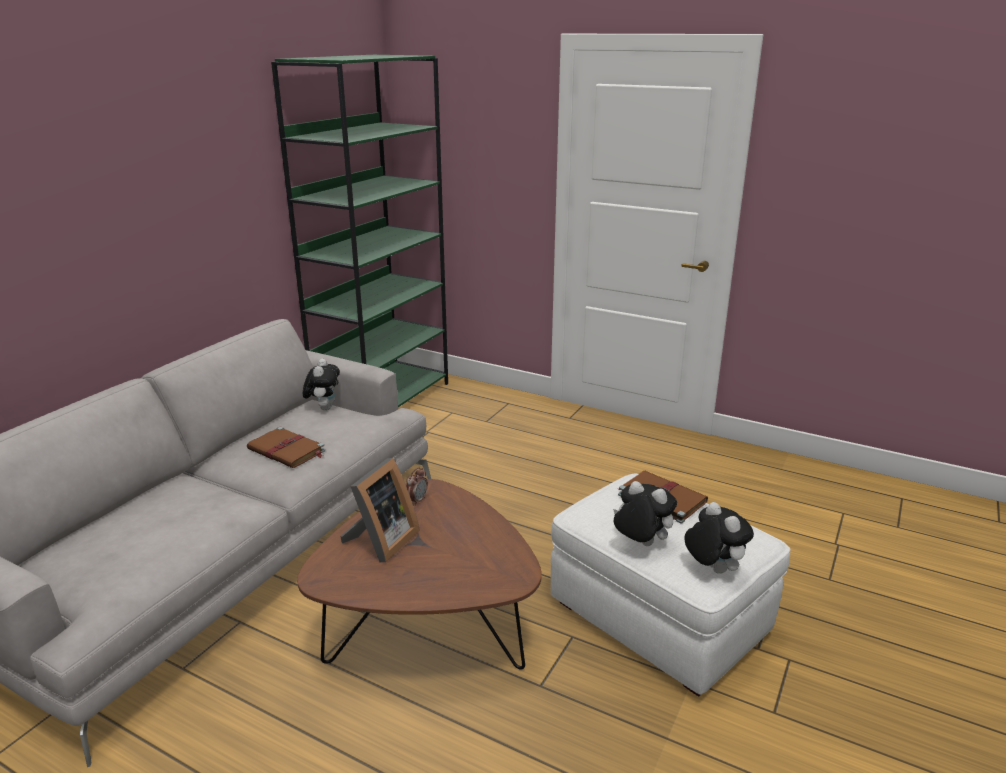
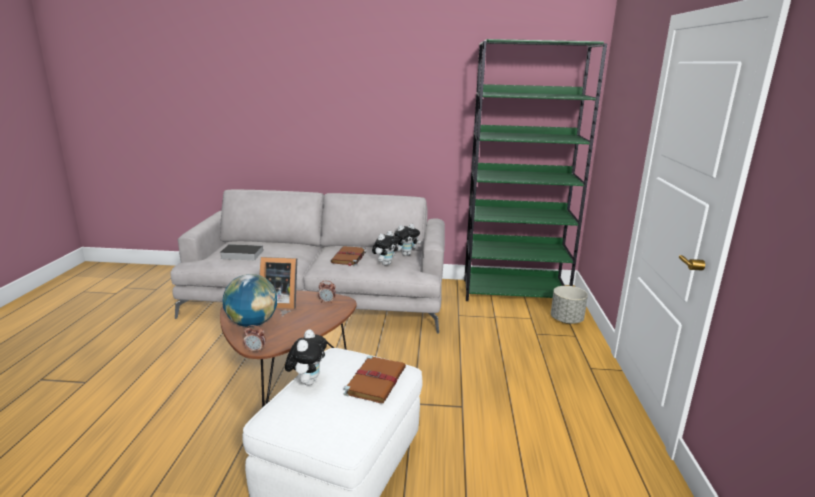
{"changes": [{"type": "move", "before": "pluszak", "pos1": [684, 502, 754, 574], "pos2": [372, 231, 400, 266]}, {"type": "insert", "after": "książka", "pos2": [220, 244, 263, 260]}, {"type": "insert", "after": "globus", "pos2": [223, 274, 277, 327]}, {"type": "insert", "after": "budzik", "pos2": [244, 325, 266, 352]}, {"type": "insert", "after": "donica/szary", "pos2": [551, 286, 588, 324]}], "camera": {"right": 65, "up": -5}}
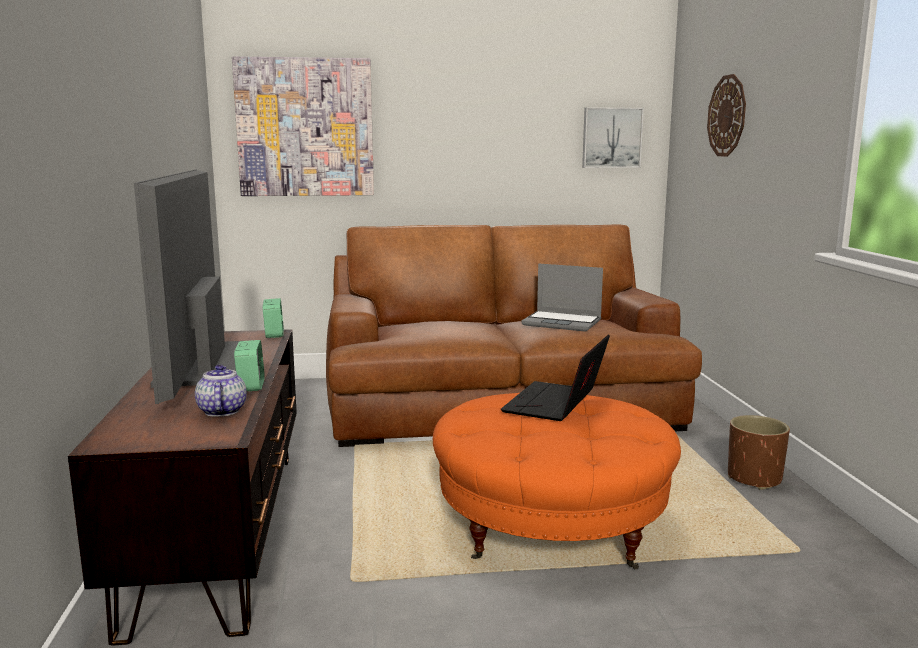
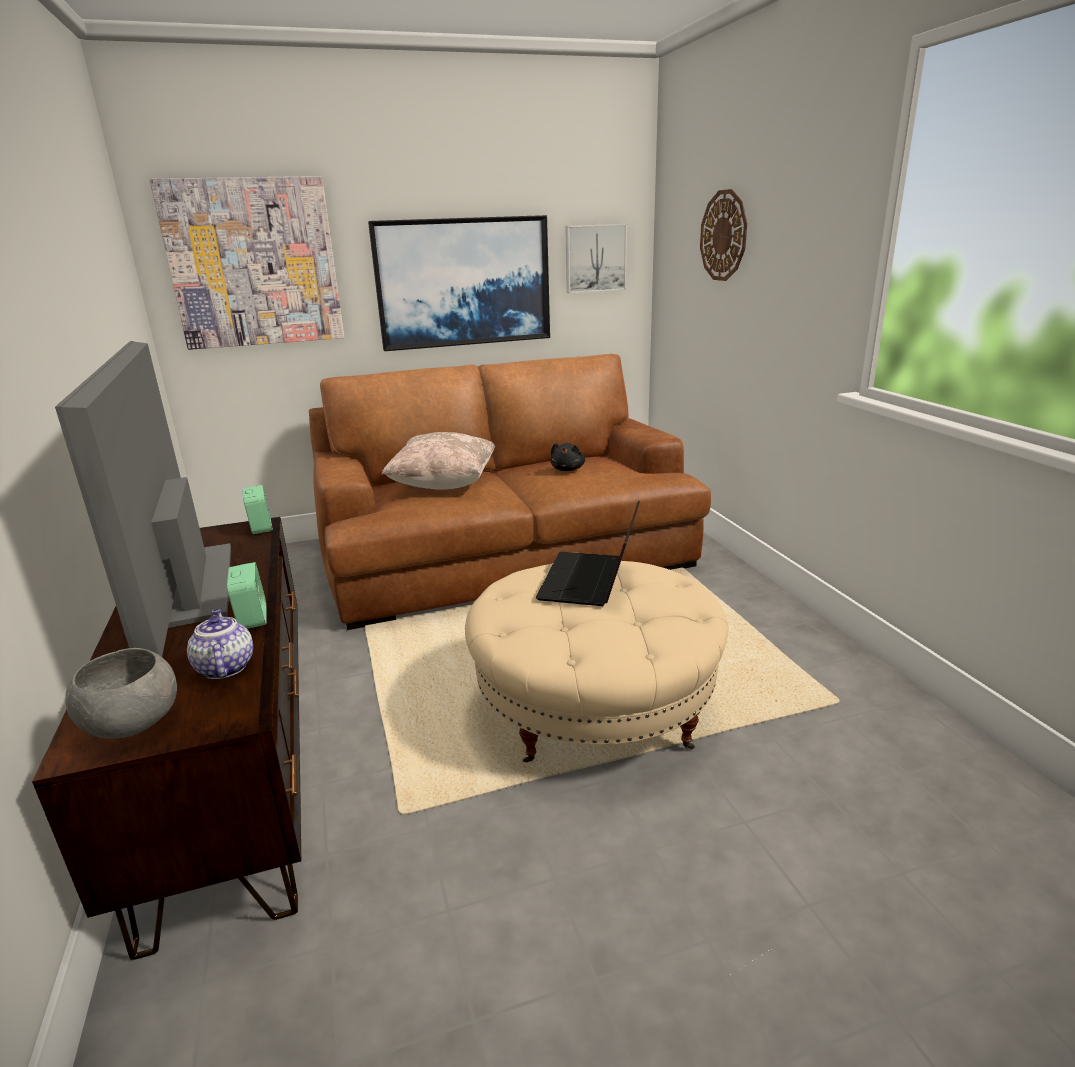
{"changes": [{"type": "recolor", "before": "pufa/pomarańczowy", "after": "pufa/beżowy", "pos1": [433, 393, 681, 570], "pos2": [465, 561, 729, 762]}, {"type": "replace", "before": "laptop", "after": "pluszak/czarny", "pos1": [521, 264, 603, 332], "pos2": [550, 443, 585, 471]}, {"type": "delete", "before": "donica/brązowy", "pos1": [728, 415, 790, 490]}, {"type": "insert", "after": "miska/szary", "pos2": [65, 648, 177, 739]}, {"type": "insert", "after": "obraz", "pos2": [368, 215, 550, 351]}, {"type": "insert", "after": "poduszka/beżowy", "pos2": [382, 432, 495, 490]}], "camera": {"right": -10, "up": 10}}
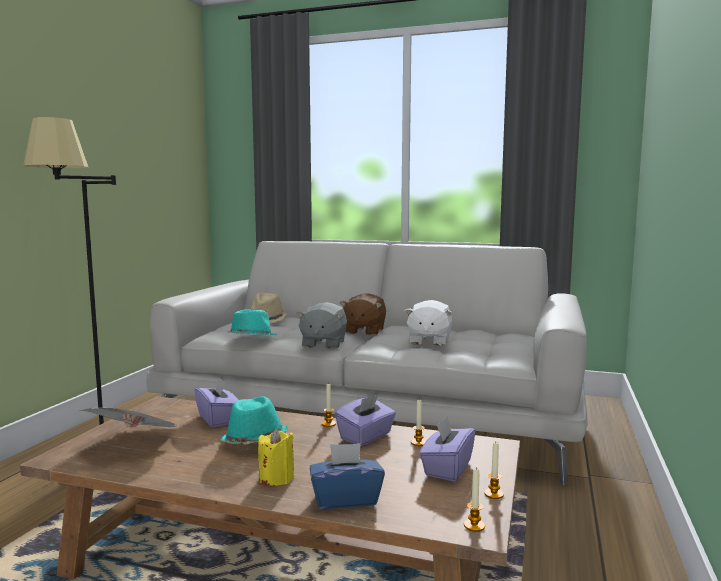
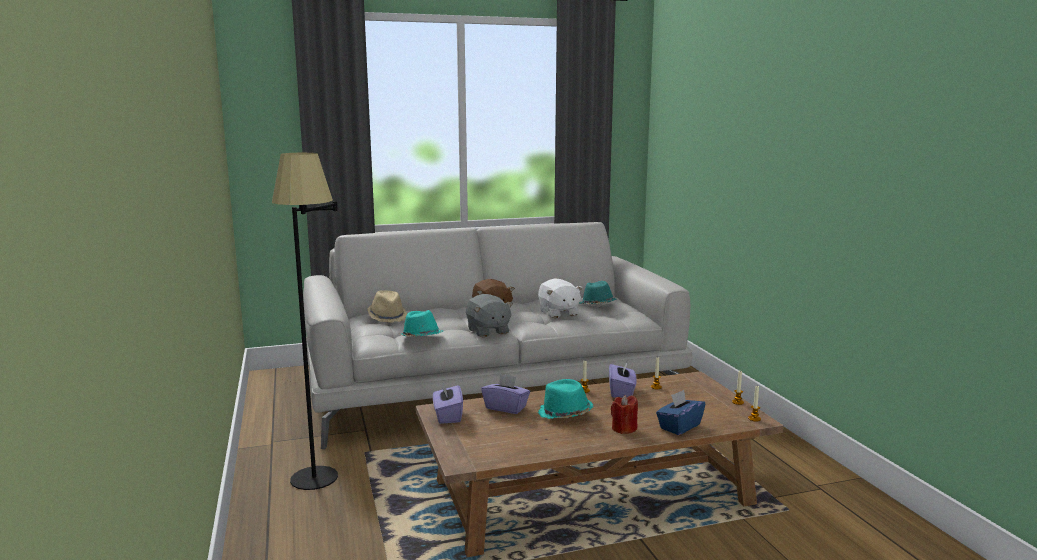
{"changes": [{"type": "delete", "before": "gazeta", "pos1": [79, 408, 177, 428]}, {"type": "recolor", "before": "świeca/żółty", "after": "świeca/czerwony", "pos1": [258, 428, 294, 486], "pos2": [611, 395, 638, 434]}, {"type": "move", "before": "pudełko chusteczek/fioletowy", "pos1": [419, 416, 475, 481], "pos2": [433, 382, 463, 424]}, {"type": "insert", "after": "kapelusz/turkusowy", "pos2": [579, 281, 616, 304]}], "camera": {"right": -35, "up": 5}}
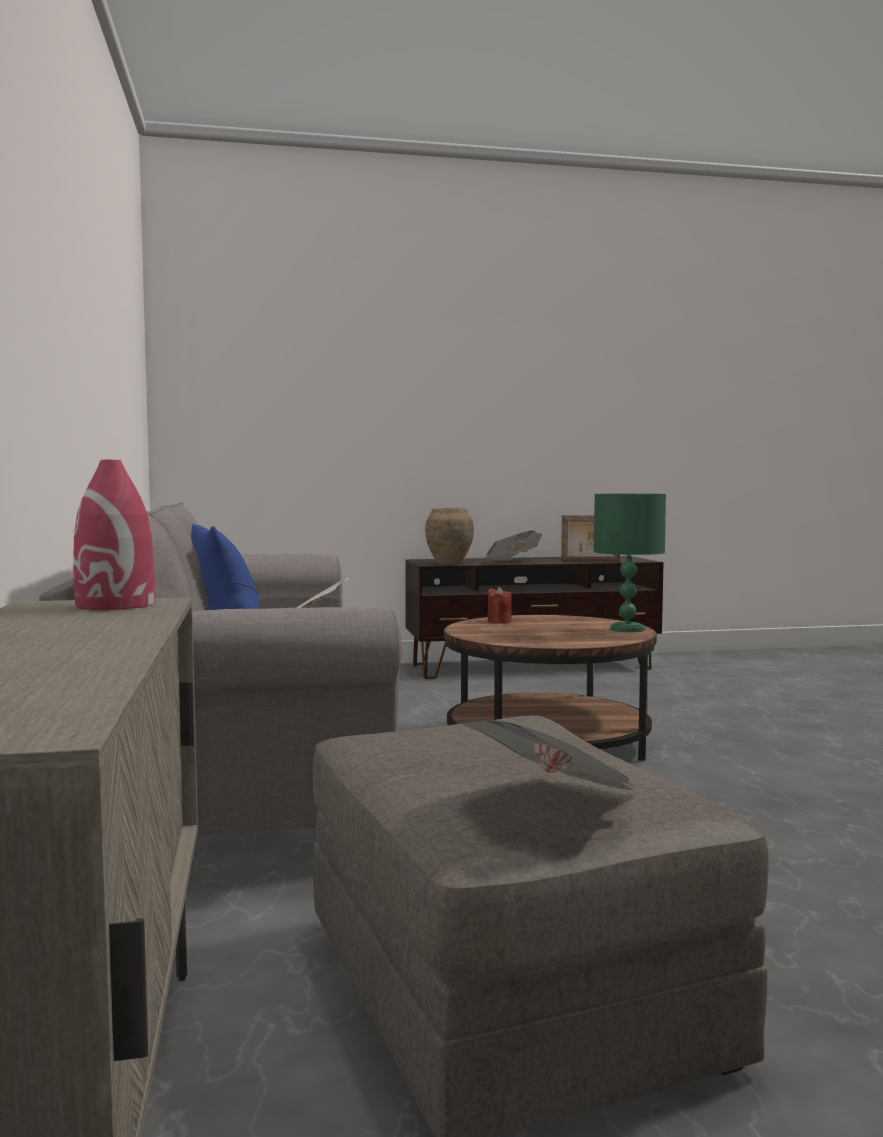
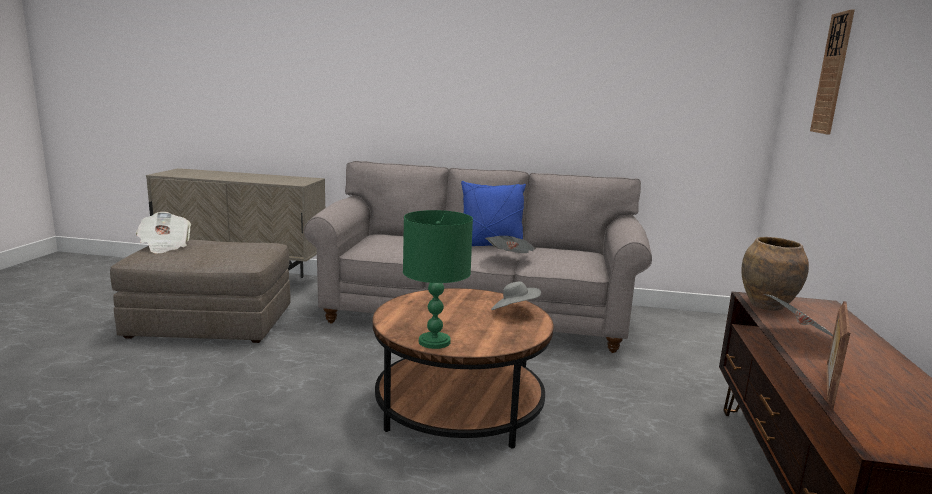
{"changes": [{"type": "delete", "before": "wazon/czerwony", "pos1": [73, 460, 155, 610]}, {"type": "replace", "before": "świeca/czerwony", "after": "kapelusz/szary", "pos1": [488, 587, 512, 624], "pos2": [491, 282, 541, 310]}, {"type": "insert", "after": "zegar ścienny", "pos2": [810, 10, 855, 135]}], "camera": {"right": 110, "up": 10}}
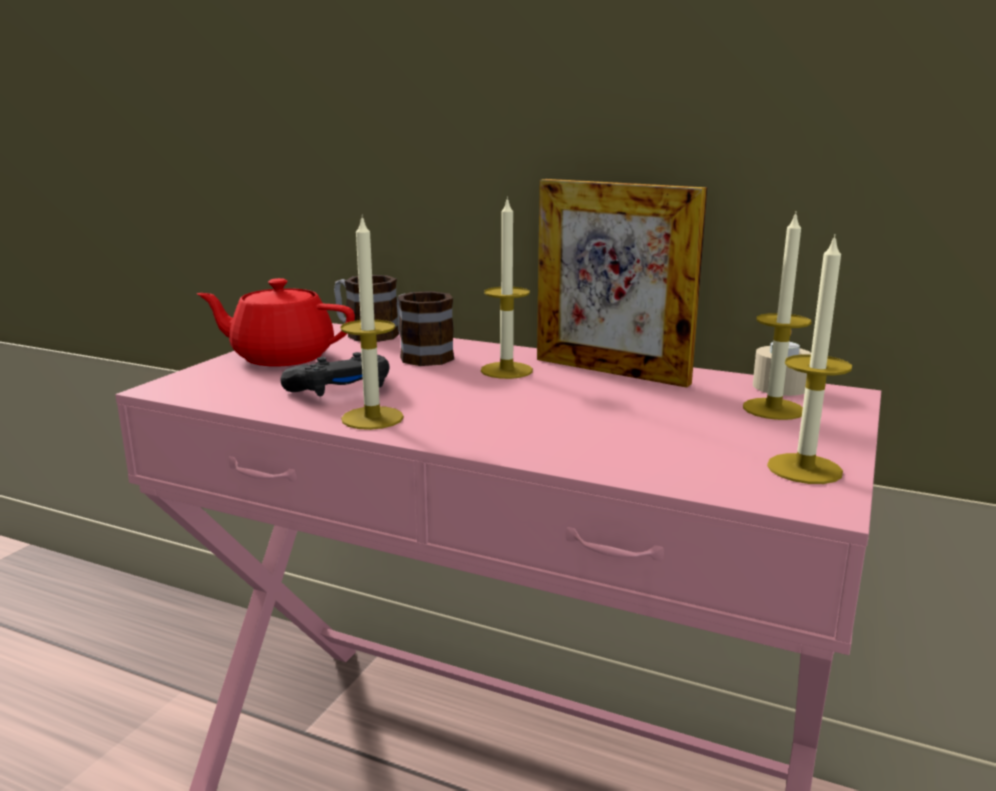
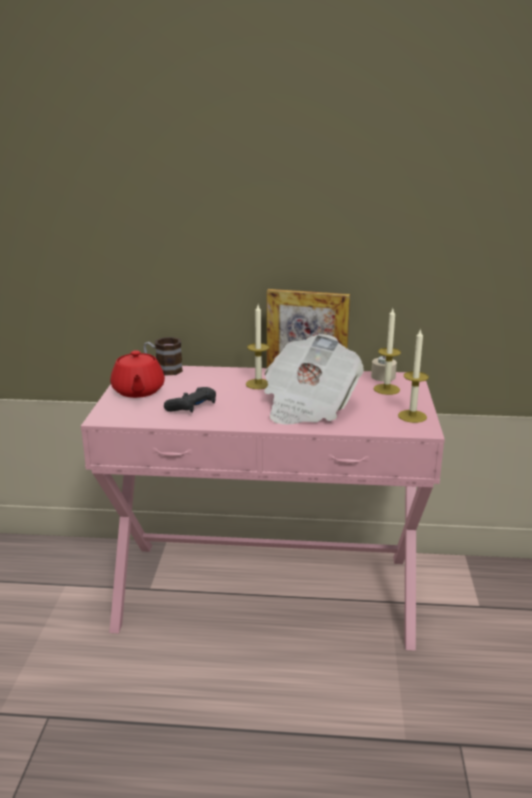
{"changes": [{"type": "rotate", "before": "imbryk/czerwony", "pos1": [197, 278, 355, 366], "pos2": [110, 350, 165, 398], "turn": -90}, {"type": "delete", "before": "świeca", "pos1": [340, 214, 404, 430]}, {"type": "delete", "before": "kubek", "pos1": [397, 291, 454, 366]}, {"type": "insert", "after": "gazeta", "pos2": [264, 334, 364, 425]}], "camera": {"right": -20, "up": 5}}
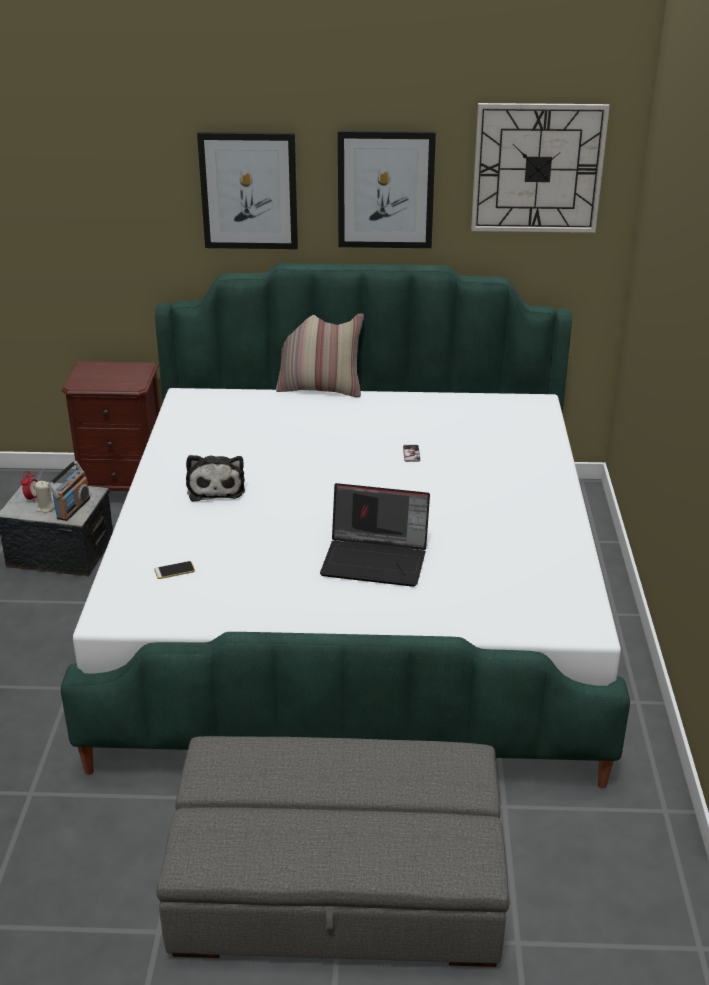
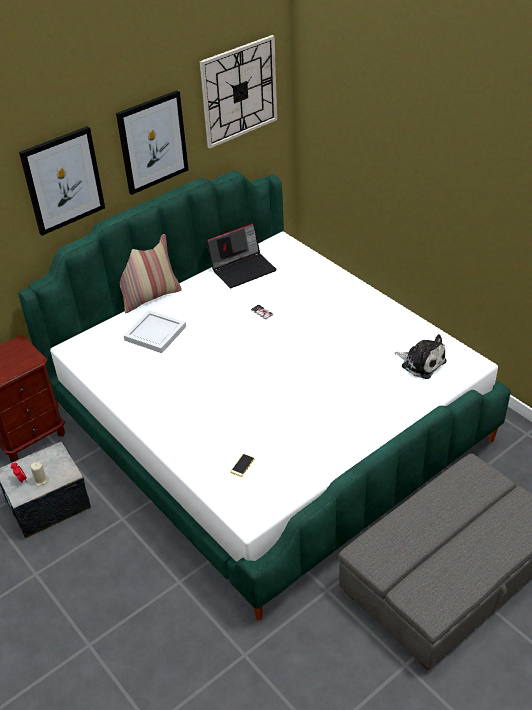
{"changes": [{"type": "delete", "before": "radio", "pos1": [48, 460, 90, 521]}, {"type": "move", "before": "pluszak", "pos1": [186, 455, 245, 502], "pos2": [394, 334, 447, 379]}, {"type": "move", "before": "laptop", "pos1": [320, 483, 430, 587], "pos2": [206, 222, 277, 288]}, {"type": "insert", "after": "taca/biały", "pos2": [123, 310, 186, 353]}], "camera": {"right": -40, "up": 10}}
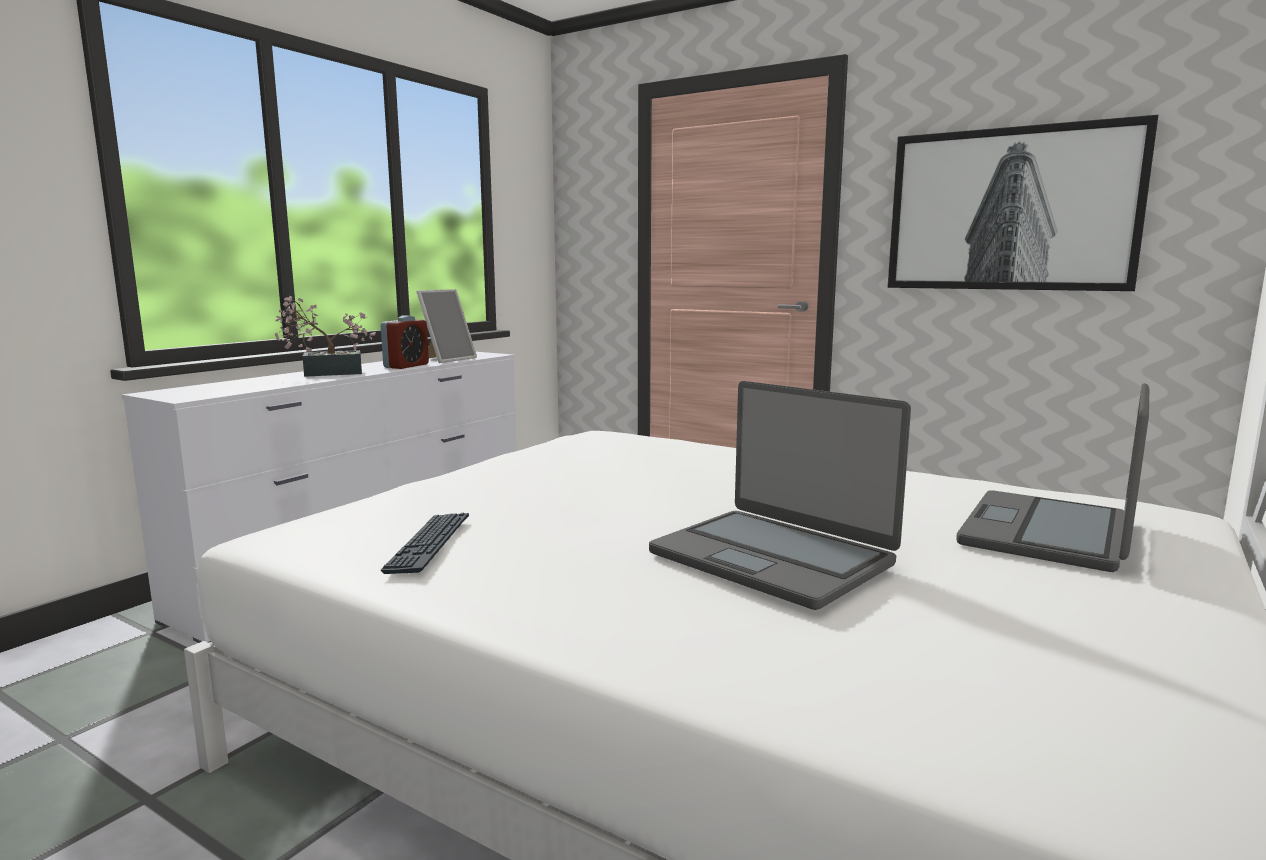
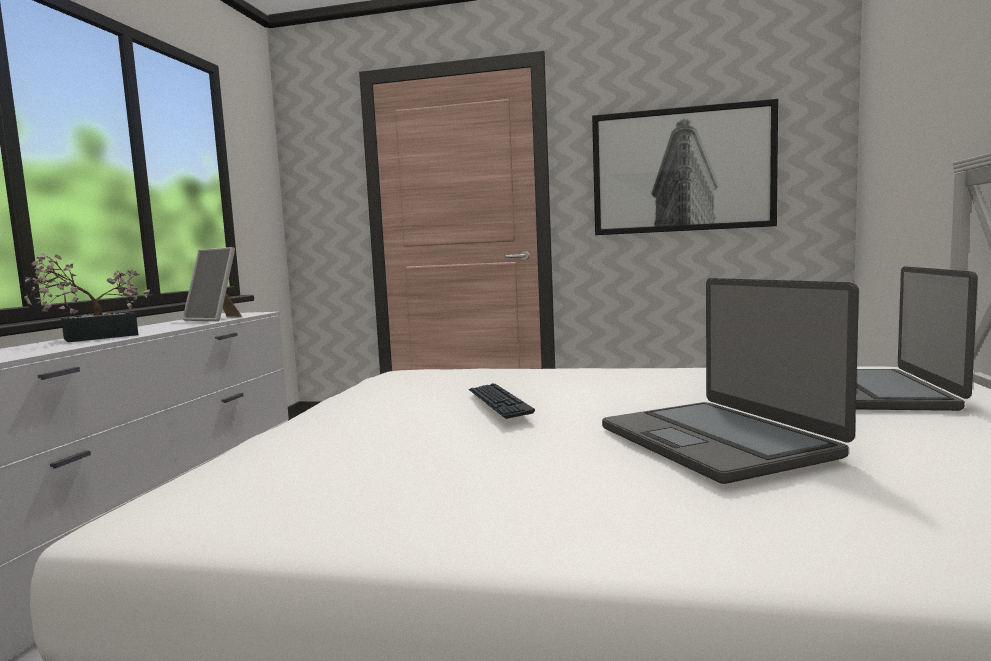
{"changes": [{"type": "delete", "before": "budzik", "pos1": [381, 315, 429, 369]}, {"type": "move", "before": "klawiatura", "pos1": [381, 513, 469, 574], "pos2": [469, 383, 535, 419]}, {"type": "rotate", "before": "ramka na zdjęcie", "pos1": [417, 289, 477, 363], "pos2": [183, 247, 242, 321], "turn": 105}, {"type": "rotate", "before": "laptop", "pos1": [649, 381, 911, 610], "pos2": [602, 278, 859, 484], "turn": 45}], "camera": {"right": -20, "up": -5}}
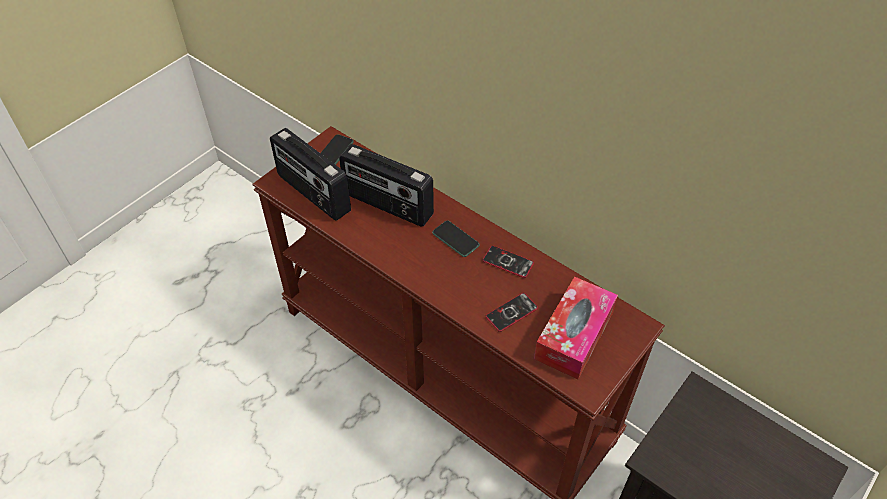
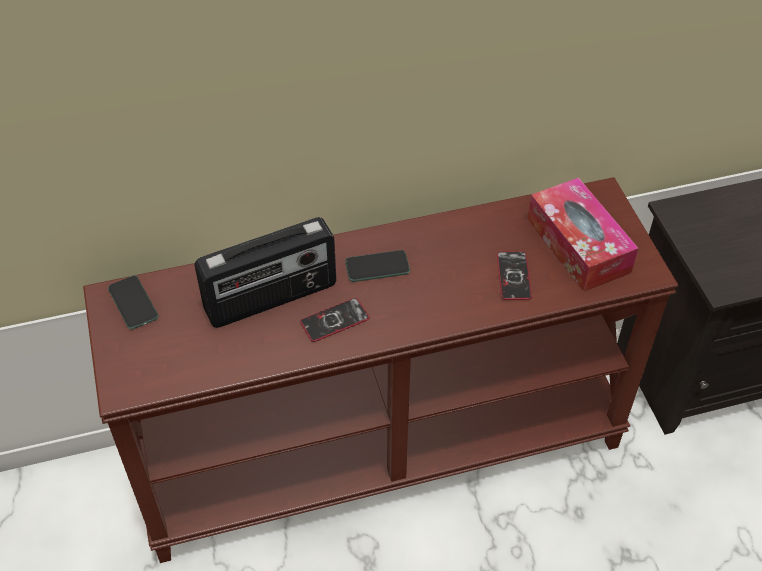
{"changes": [{"type": "delete", "before": "radio", "pos1": [270, 128, 351, 221]}, {"type": "move", "before": "telefon", "pos1": [482, 246, 534, 278], "pos2": [300, 298, 369, 342]}], "camera": {"right": -55, "up": 0}}
